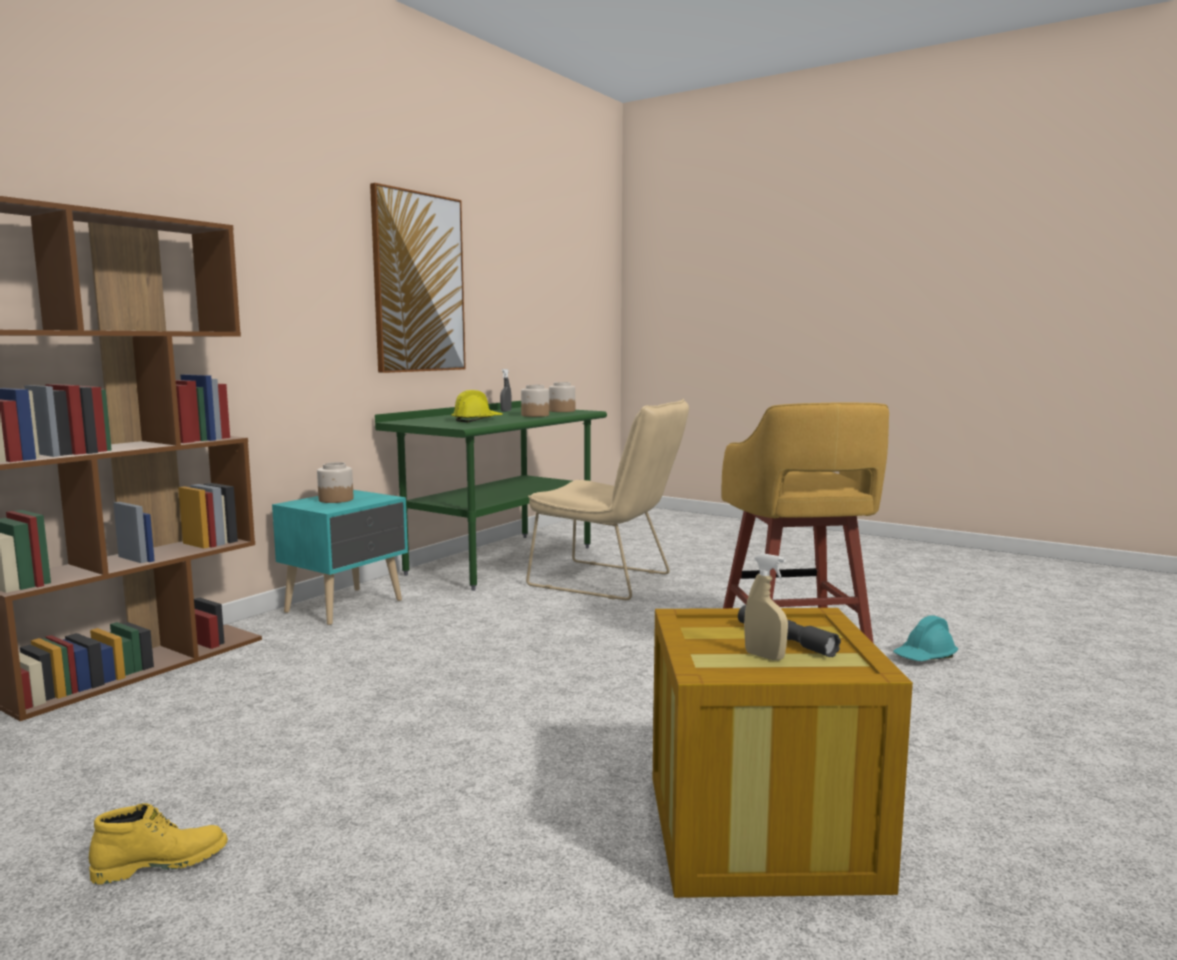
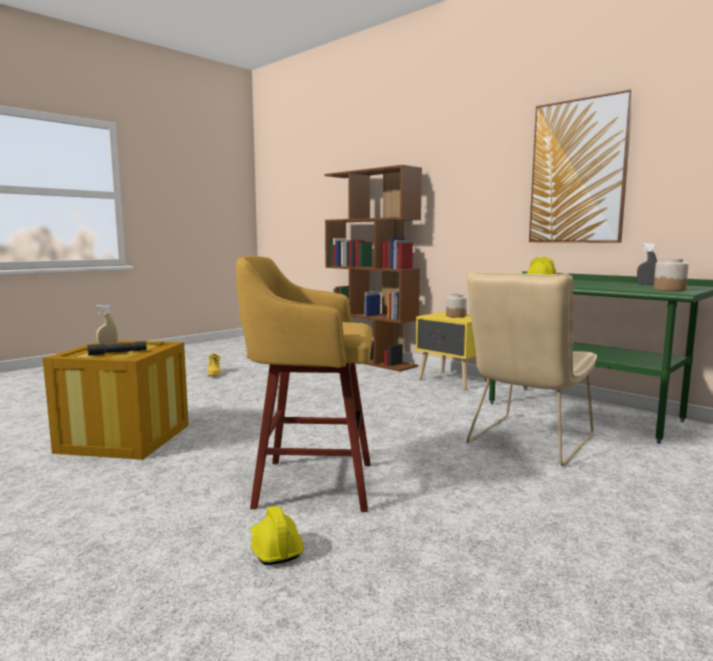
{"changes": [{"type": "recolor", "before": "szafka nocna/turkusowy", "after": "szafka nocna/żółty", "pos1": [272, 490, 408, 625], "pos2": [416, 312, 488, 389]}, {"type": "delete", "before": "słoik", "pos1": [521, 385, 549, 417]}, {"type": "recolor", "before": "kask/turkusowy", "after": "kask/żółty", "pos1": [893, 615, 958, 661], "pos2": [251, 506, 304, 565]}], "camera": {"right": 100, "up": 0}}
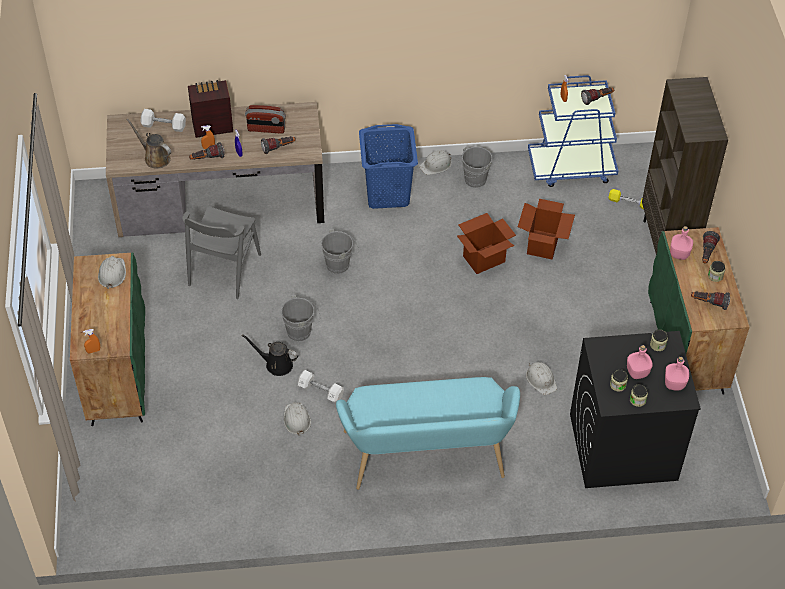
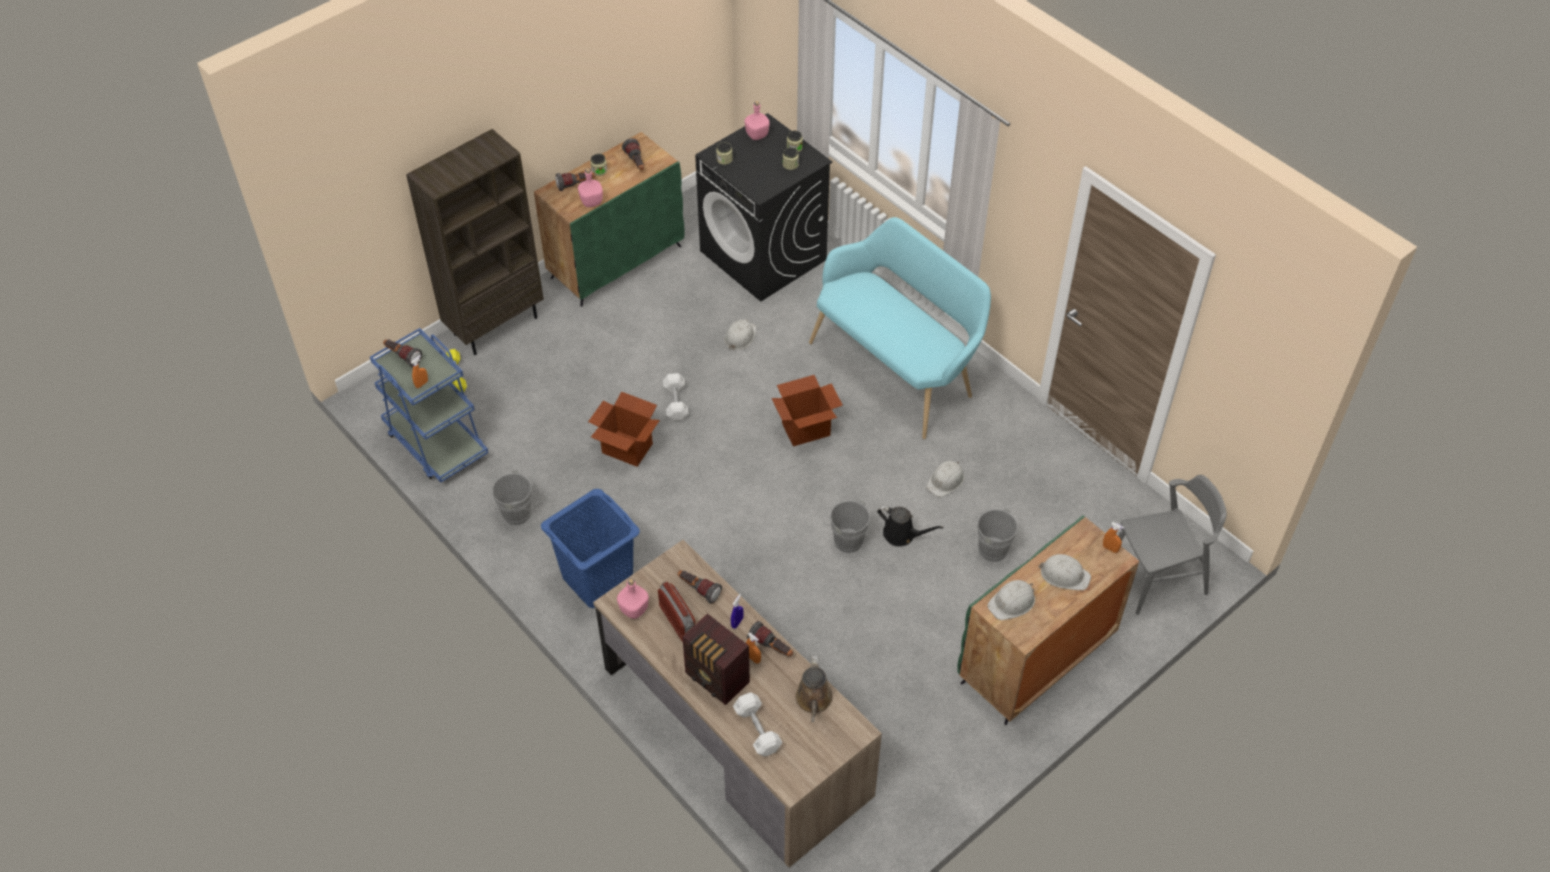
{"changes": [{"type": "move", "before": "krzesło/szary", "pos1": [183, 206, 261, 299], "pos2": [1118, 475, 1227, 615]}, {"type": "rotate", "before": "konewka/czarny", "pos1": [242, 334, 298, 376], "pos2": [877, 505, 944, 547], "turn": -45}, {"type": "move", "before": "hantel/biały", "pos1": [298, 370, 344, 403], "pos2": [663, 373, 688, 421]}, {"type": "move", "before": "wiadro/szary", "pos1": [321, 229, 359, 274], "pos2": [969, 507, 1018, 562]}, {"type": "move", "before": "kask/biały", "pos1": [419, 150, 451, 175], "pos2": [1038, 554, 1091, 590]}, {"type": "move", "before": "karton", "pos1": [518, 199, 575, 260], "pos2": [772, 375, 843, 446]}, {"type": "move", "before": "butelka/różowy", "pos1": [627, 345, 653, 379], "pos2": [617, 579, 649, 619]}], "camera": {"right": -125, "up": 0}}
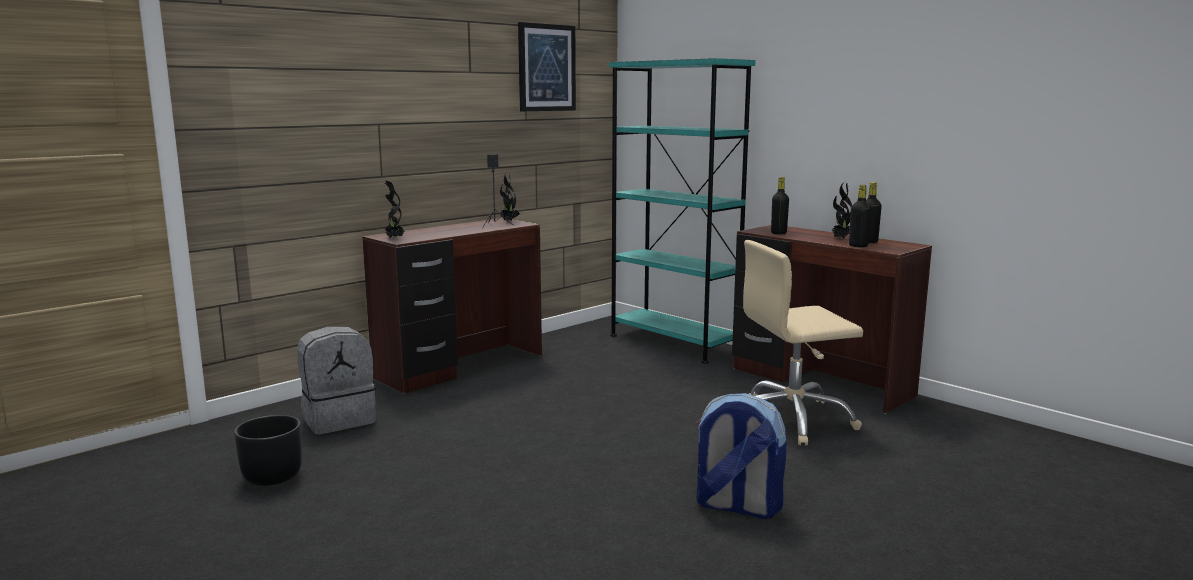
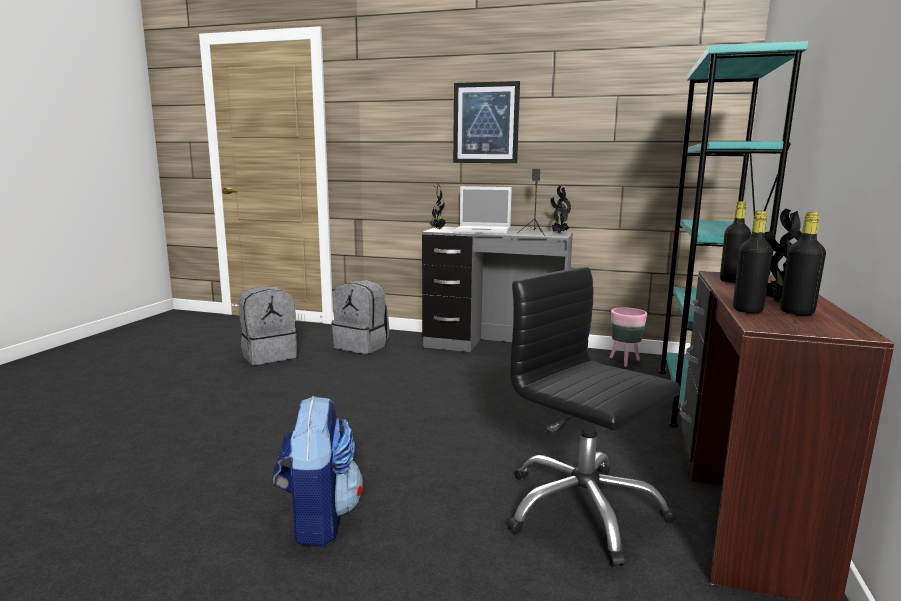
{"changes": [{"type": "replace", "before": "donica/czarny", "after": "plecak/szary", "pos1": [234, 415, 302, 486], "pos2": [238, 286, 297, 365]}, {"type": "recolor", "before": "biurko/brązowy", "after": "biurko/szary", "pos1": [362, 218, 542, 394], "pos2": [422, 227, 573, 352]}, {"type": "move", "before": "obraz", "pos1": [518, 22, 576, 111], "pos2": [453, 81, 520, 163]}, {"type": "recolor", "before": "krzesło biurowe/beżowy", "after": "krzesło biurowe/czarny", "pos1": [743, 240, 863, 445], "pos2": [507, 267, 680, 567]}, {"type": "insert", "after": "laptop", "pos2": [453, 186, 512, 234]}, {"type": "insert", "after": "donica/różowy", "pos2": [609, 307, 647, 367]}], "camera": {"right": 60, "up": 0}}
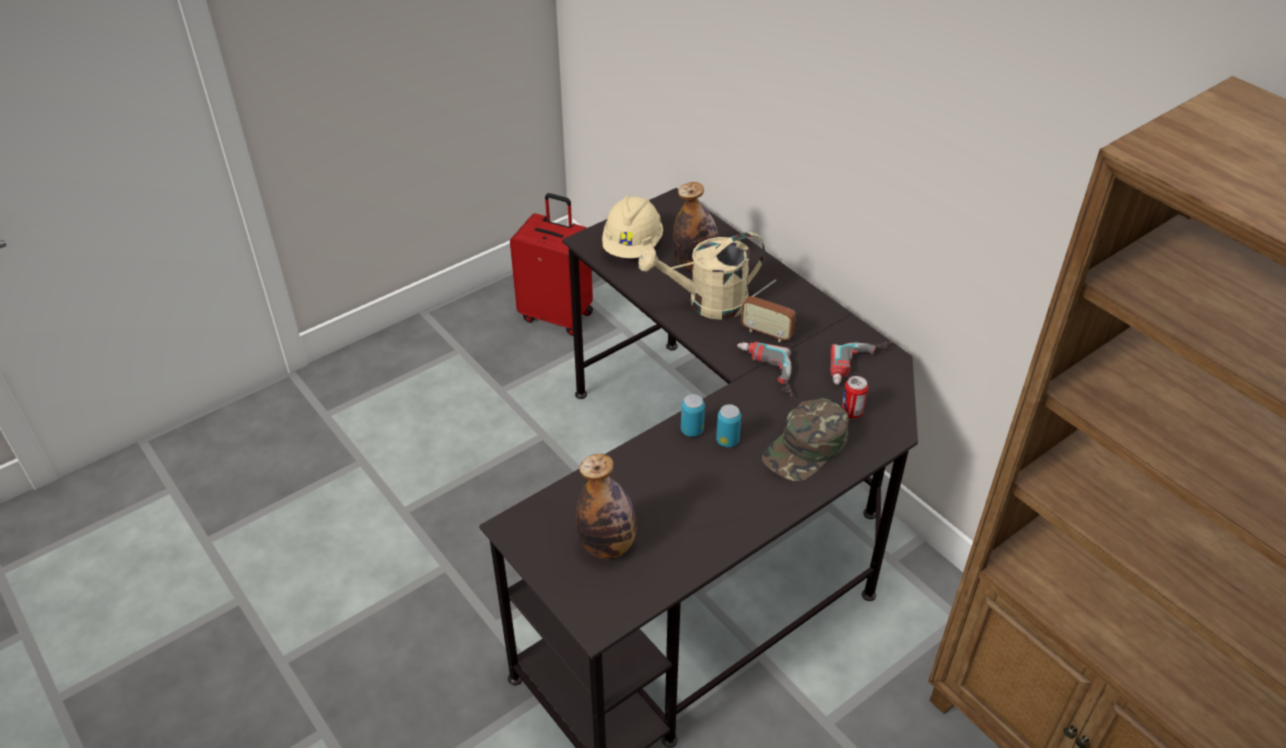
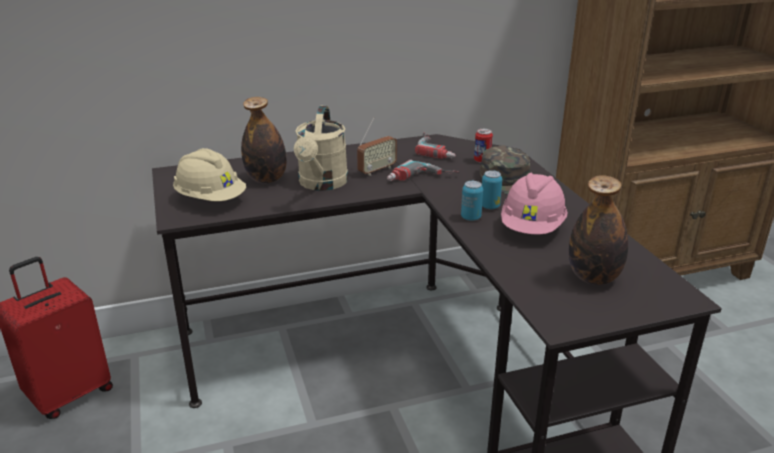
{"changes": [{"type": "insert", "after": "kask/różowy", "pos2": [501, 173, 568, 235]}], "camera": {"right": -70, "up": -15}}
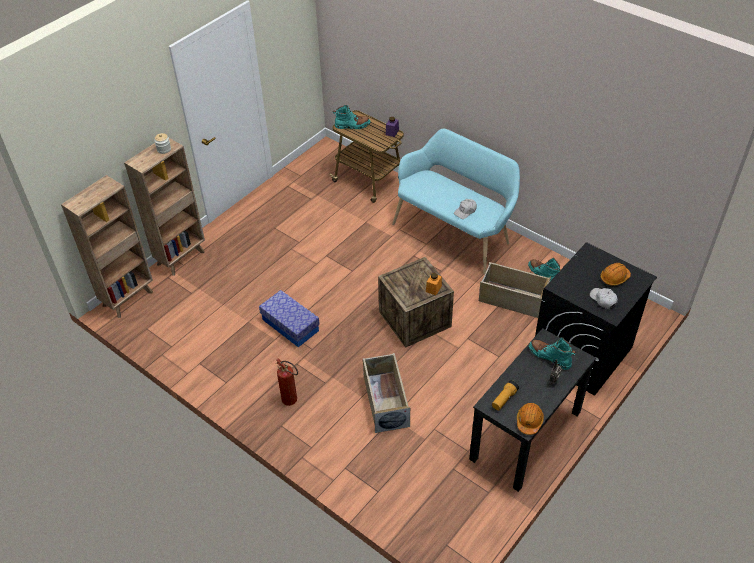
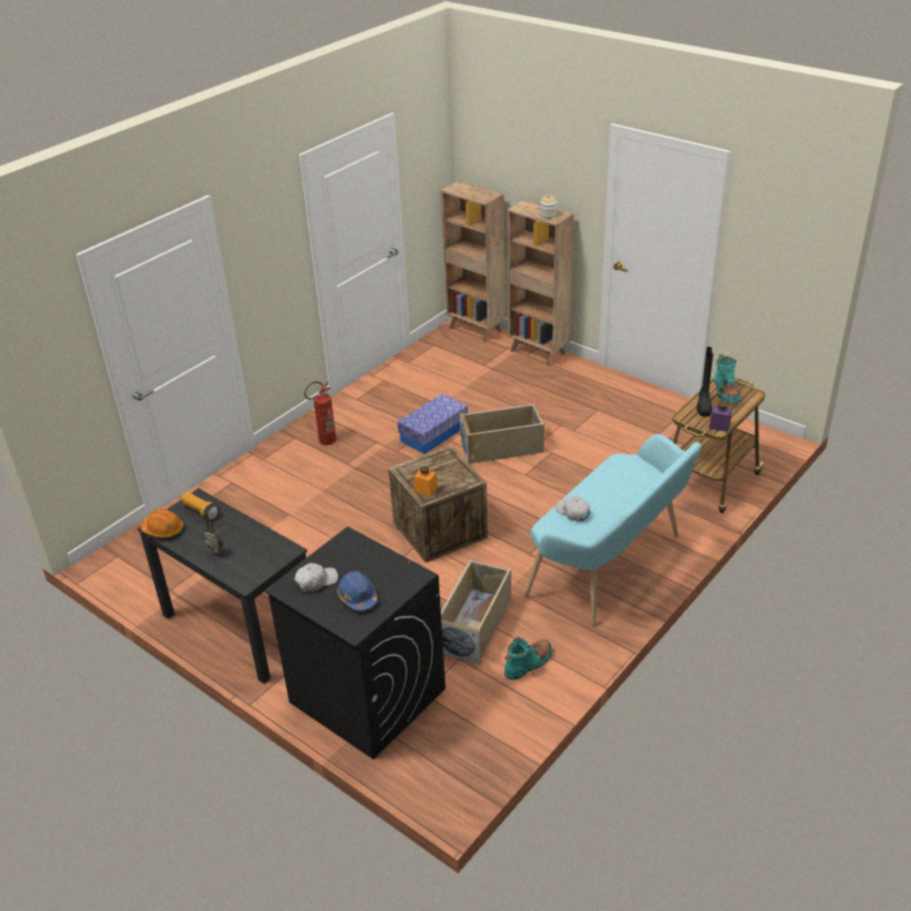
{"changes": [{"type": "move", "before": "pojemnik do przechowywania/beżowy", "pos1": [363, 353, 410, 433], "pos2": [460, 404, 544, 465]}, {"type": "delete", "before": "but z cholewką/turkusowy", "pos1": [529, 337, 576, 370]}, {"type": "recolor", "before": "kask/pomarańczowy", "after": "kask/niebieski", "pos1": [600, 263, 631, 286], "pos2": [337, 571, 378, 611]}, {"type": "insert", "after": "but z cholewką/czarny", "pos2": [697, 347, 713, 417]}], "camera": {"right": 90, "up": -10}}
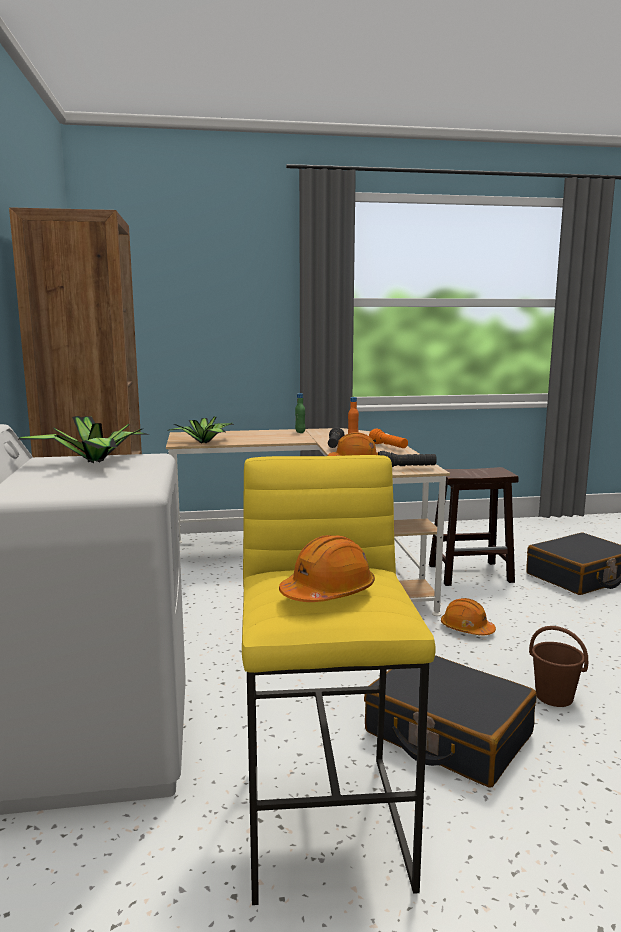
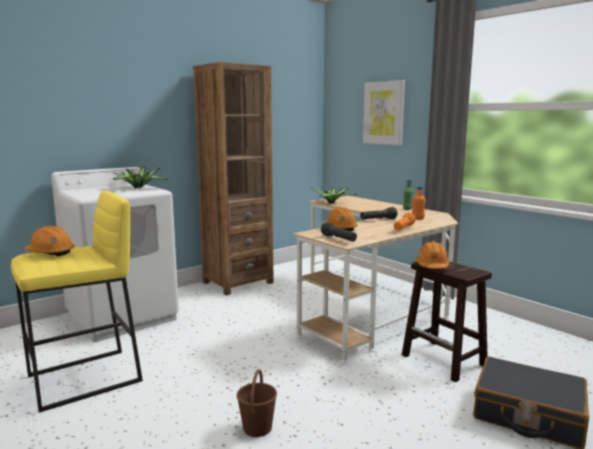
{"changes": [{"type": "delete", "before": "walizka/czarny", "pos1": [364, 655, 537, 787]}, {"type": "move", "before": "kask/pomarańczowy", "pos1": [441, 598, 496, 635], "pos2": [416, 241, 450, 269]}, {"type": "insert", "after": "obraz", "pos2": [363, 80, 405, 145]}], "camera": {"right": 60, "up": 0}}
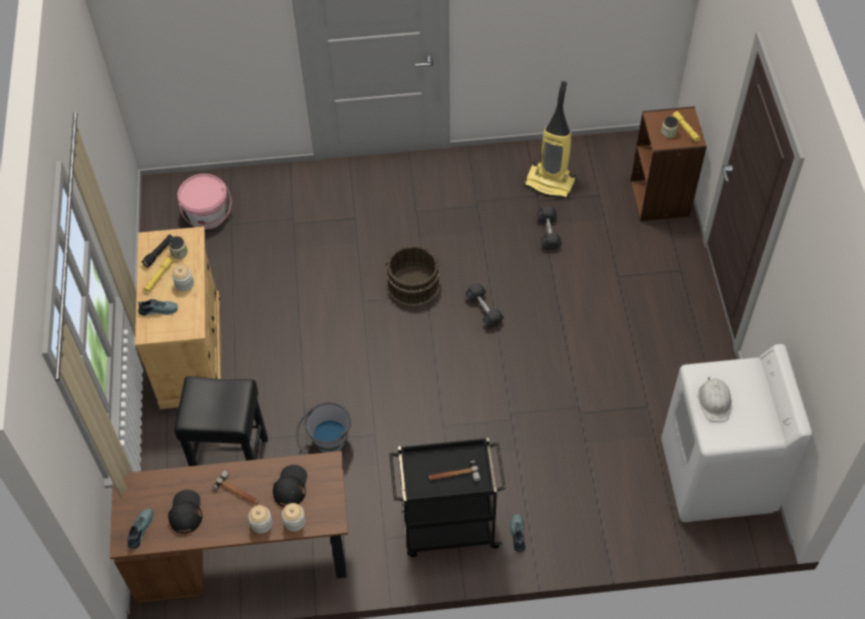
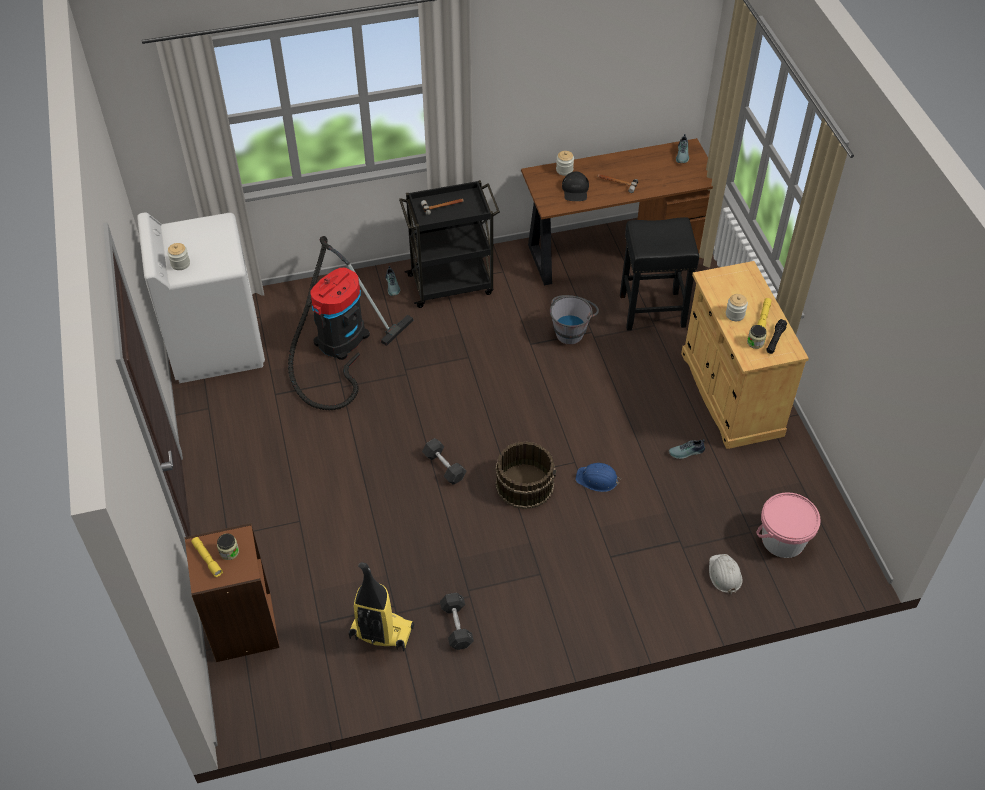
{"changes": [{"type": "move", "before": "but", "pos1": [138, 299, 178, 316], "pos2": [669, 439, 705, 459]}, {"type": "delete", "before": "czapka z daszkiem/czarny", "pos1": [168, 490, 202, 534]}, {"type": "move", "before": "słoik", "pos1": [248, 505, 272, 534], "pos2": [167, 243, 190, 270]}, {"type": "move", "before": "hantel/szary", "pos1": [537, 206, 562, 250], "pos2": [440, 593, 474, 650]}, {"type": "move", "before": "kask/biały", "pos1": [698, 376, 732, 422], "pos2": [709, 554, 742, 595]}, {"type": "insert", "after": "odkurzacz", "pos2": [288, 236, 413, 410]}, {"type": "insert", "after": "kask/niebieski", "pos2": [576, 463, 621, 492]}], "camera": {"right": 170, "up": -5}}
